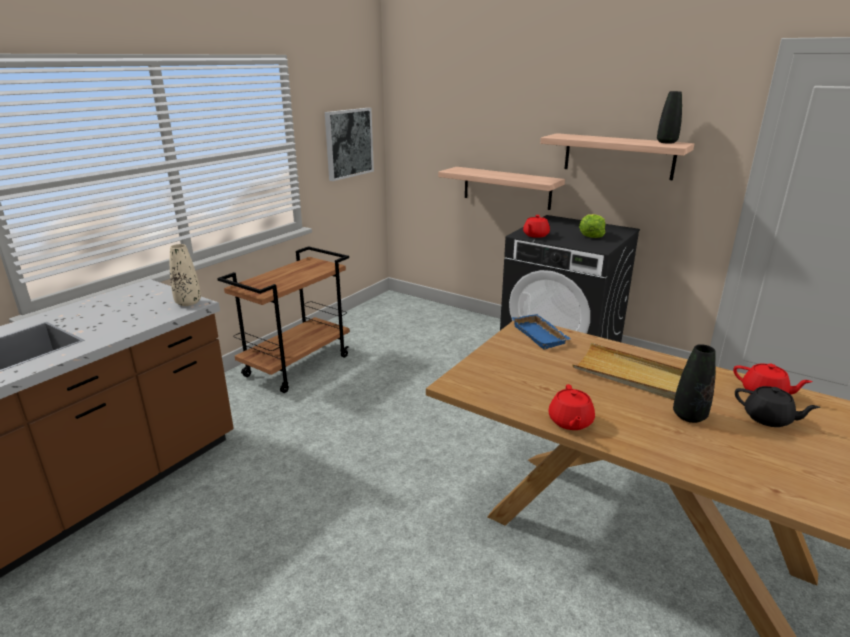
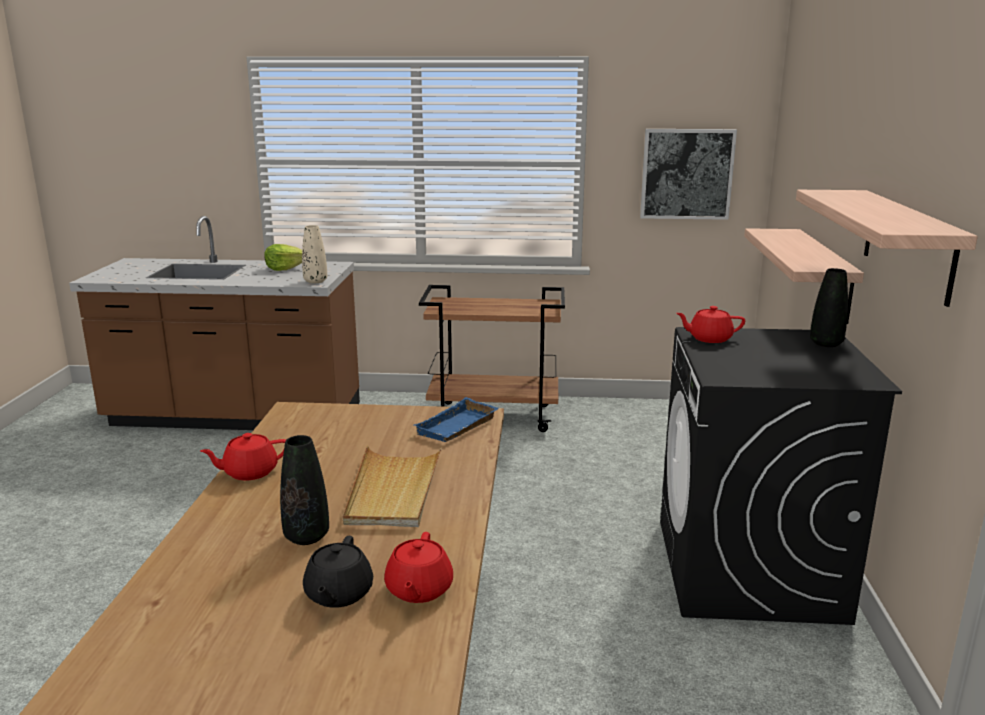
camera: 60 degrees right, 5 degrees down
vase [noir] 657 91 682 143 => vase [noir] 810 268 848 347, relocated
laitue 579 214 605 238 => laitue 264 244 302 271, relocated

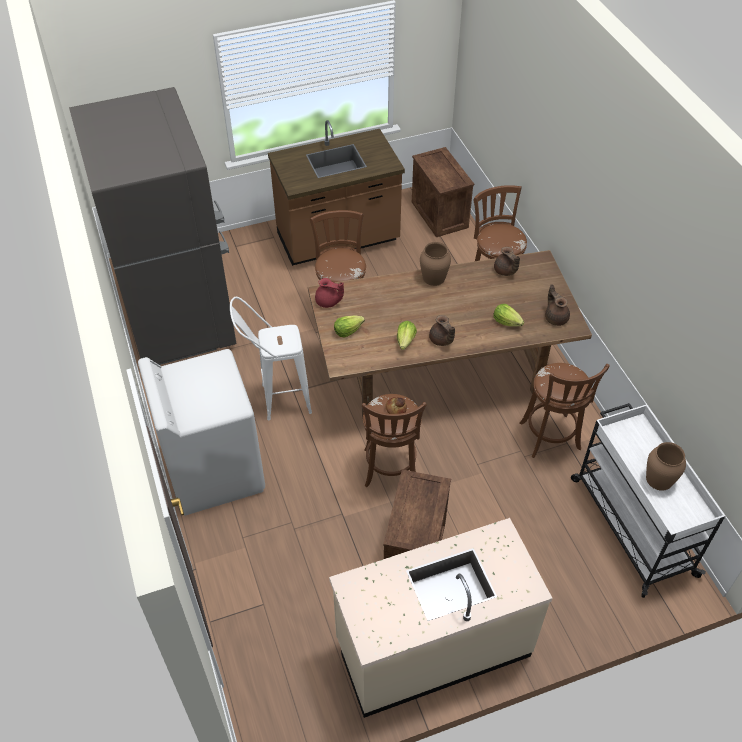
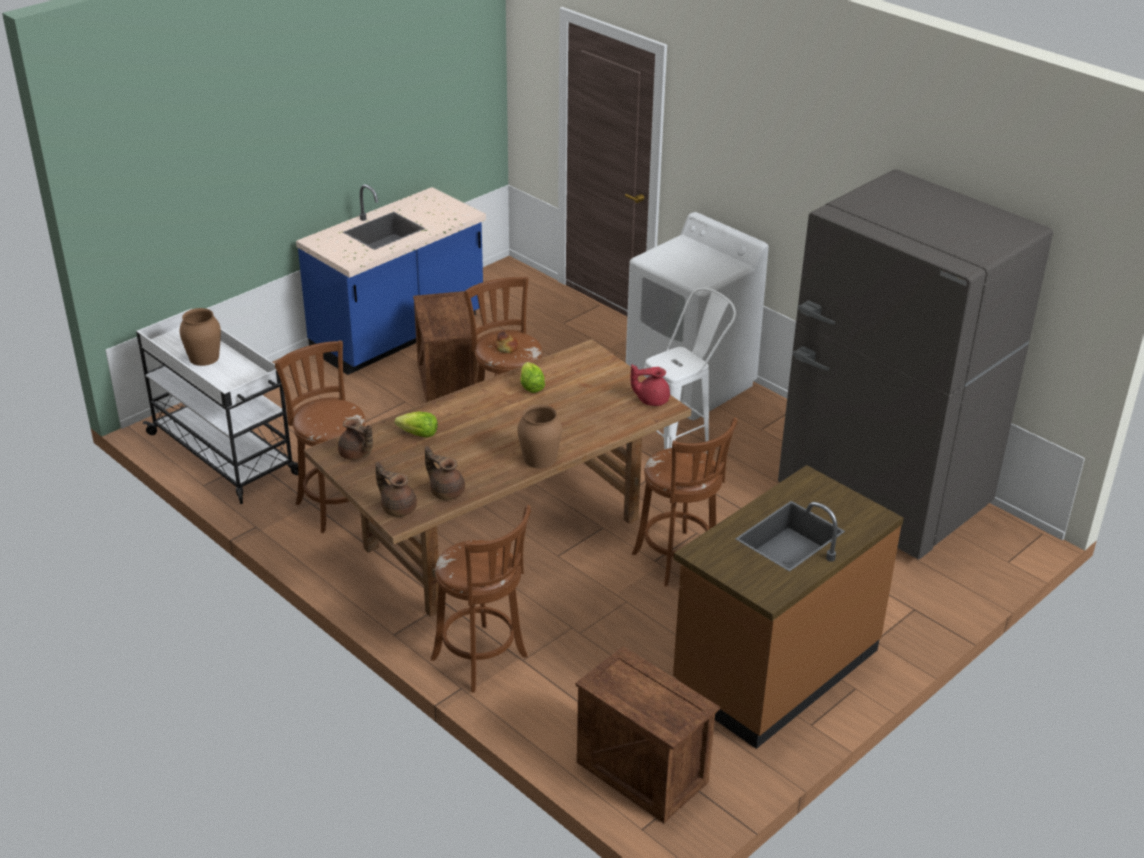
camera: 155 degrees right, 15 degrees down
laitue 334 315 365 338 => nothing
théière [marron] 429 315 455 346 => théière [marron] 375 461 417 517, relocated
comptoir de cuisine [beige] 329 518 552 718 => comptoir de cuisine [bleu] 296 184 486 375

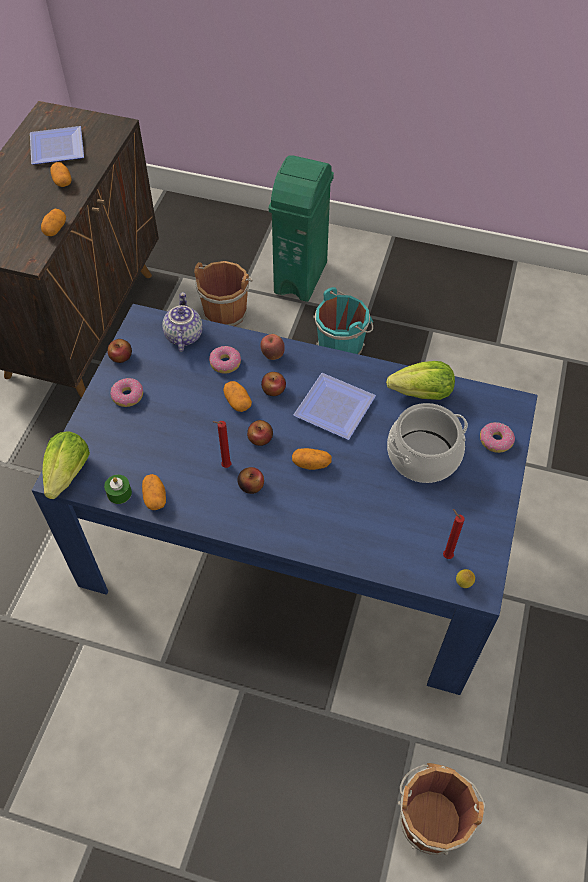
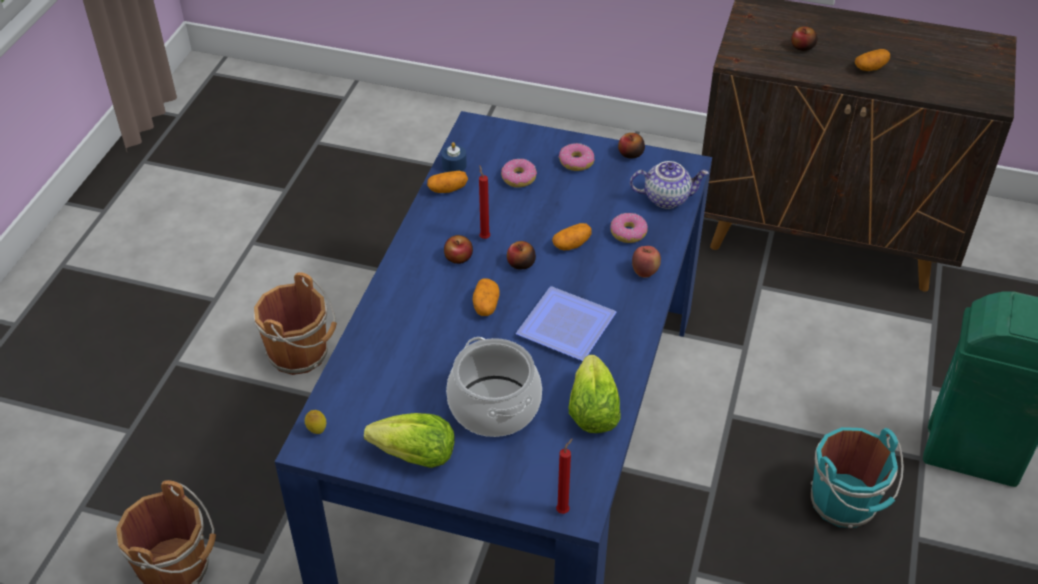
camera: 90 degrees right, 10 degrees down
assiette 30 126 84 165 => nothing
pomme de terre 41 209 66 236 => nothing
seau [marron] 194 261 253 326 => seau [marron] 254 272 337 375, relocated
pomme 261 372 286 396 => pomme 791 26 817 51, relocated
beignet 480 422 515 453 => beignet 501 159 537 188, relocated
laitue 42 432 90 499 => laitue 364 413 455 468, relocated
bougie [vert] 104 475 132 504 => bougie [bleu] 441 142 467 172
bougie [rouge] 443 509 465 559 => bougie [rouge] 556 438 573 514, relocated

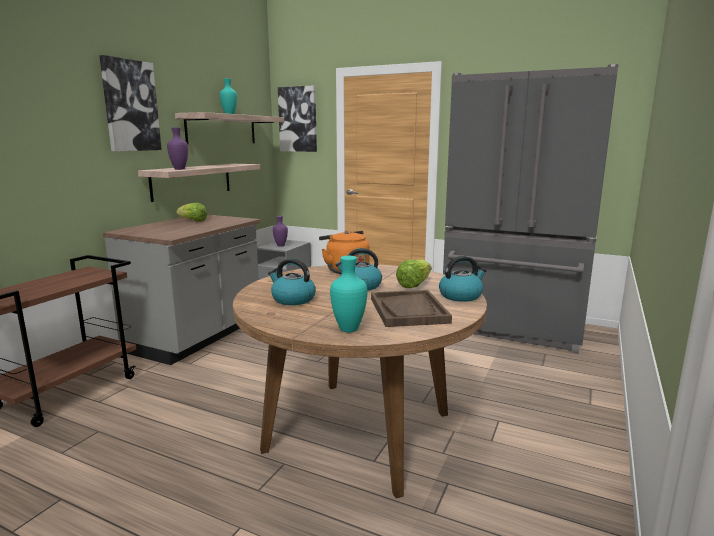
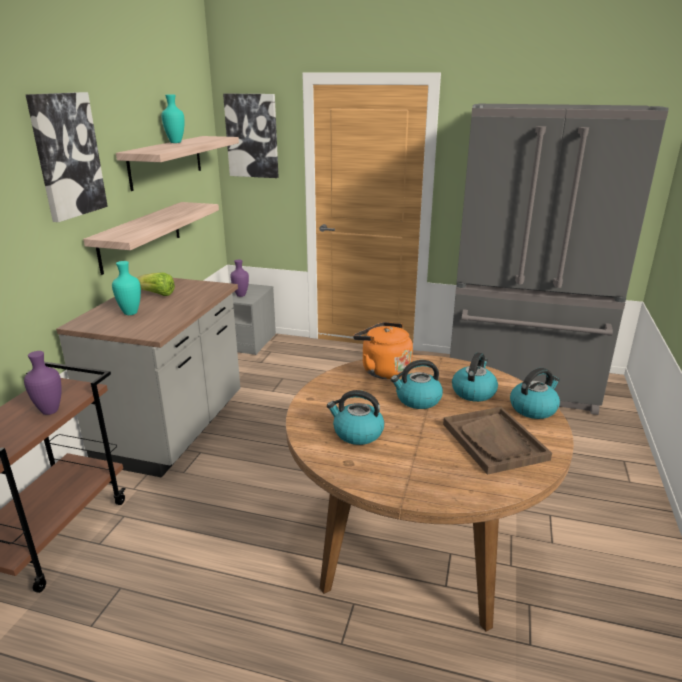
camera: 10 degrees left, 10 degrees up
vase [violet] 167 127 188 170 => vase [violet] 24 351 62 415, relocated
vase [turquoise] 330 256 368 332 => vase [turquoise] 112 261 141 315, relocated
laitue 396 259 431 288 => bouilloire 452 352 498 402

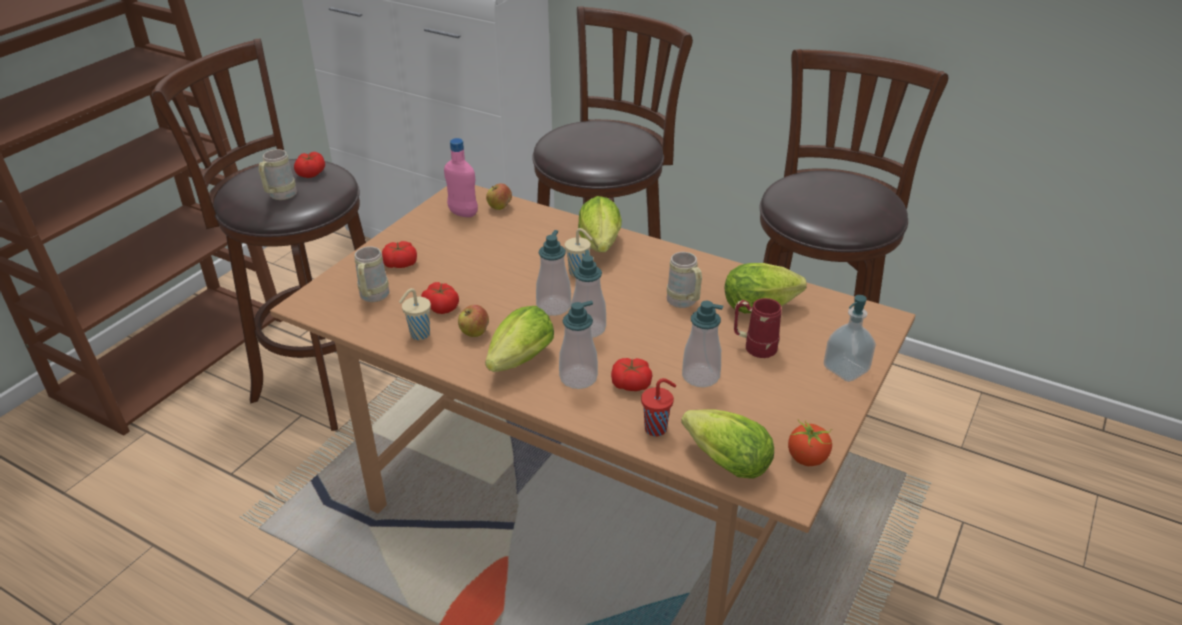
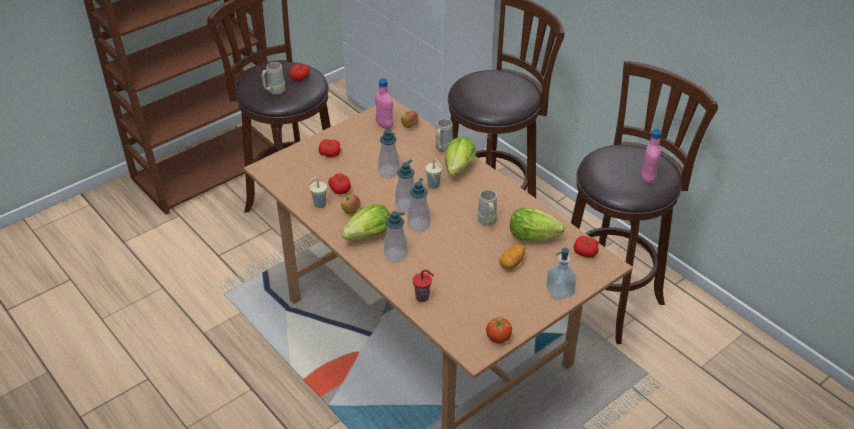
camera: 20 degrees right, 5 degrees up
mug [beige] 354 246 389 302 => mug [beige] 435 119 453 152, relocated
mug [rouge] 734 298 782 358 => pomme de terre 499 244 525 269
distributeur de savon 682 301 723 387 => distributeur de savon 378 129 400 177, relocated
tomate 611 358 652 391 => tomate 574 236 599 258, relocated
laitue 681 409 774 479 => nothing
nothing => bouteille [rose] 641 129 662 184

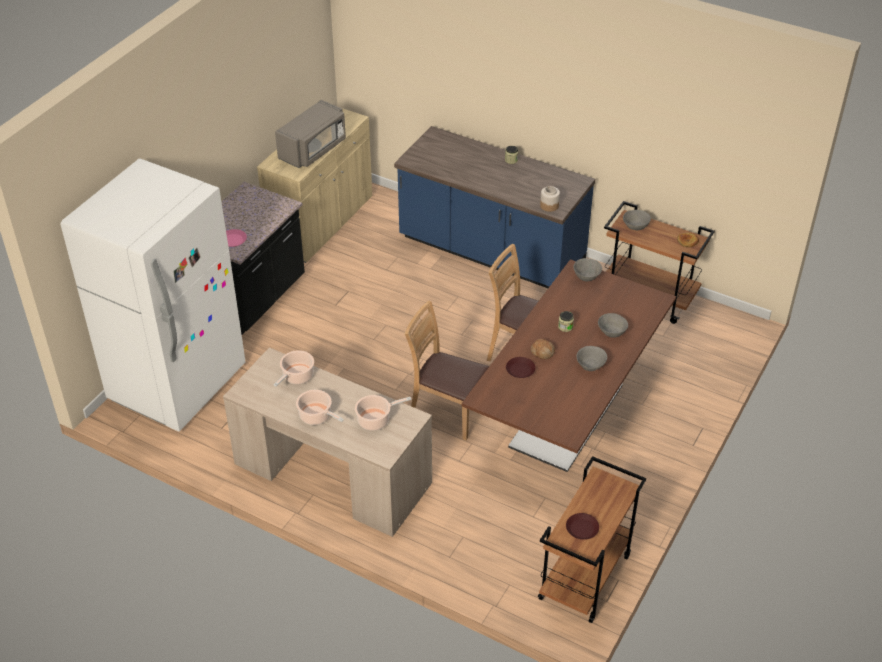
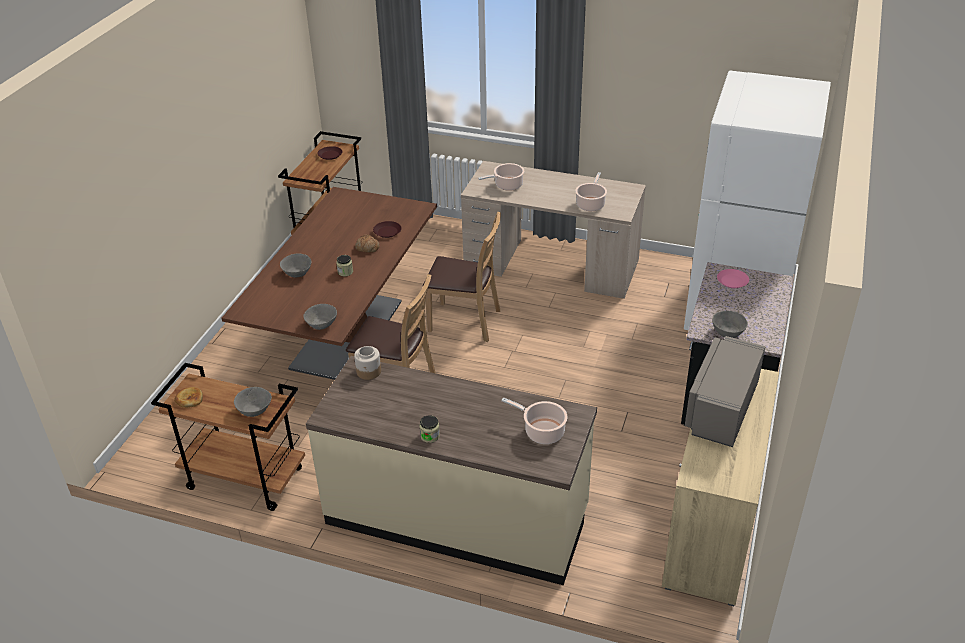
camera: 170 degrees right, 5 degrees down
comptoir de cuisine [bleu] 394 126 595 288 => comptoir de cuisine [beige] 306 356 597 585
bol [gris] 577 346 607 371 => bol [gris] 712 311 748 338, relocated
marmite 296 390 344 425 => marmite 501 398 567 444, relocated

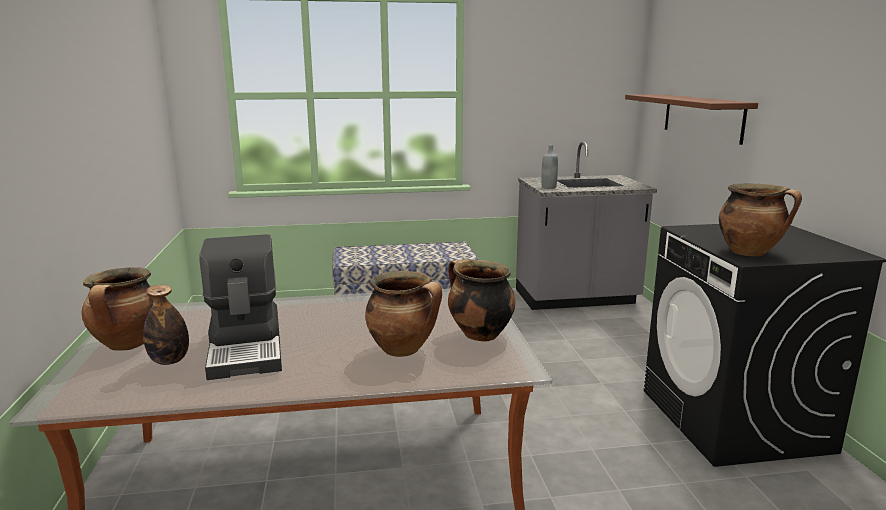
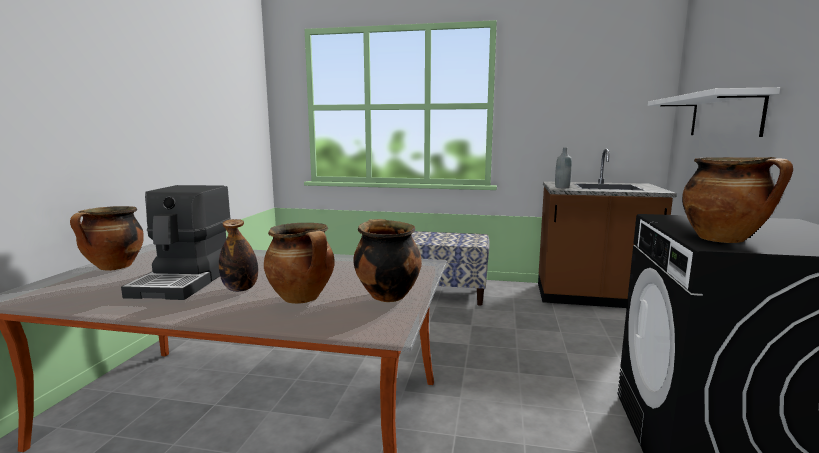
camera: 20 degrees right, 5 degrees down
étagère [marron] 625 94 758 145 => étagère [blanc] 648 87 780 137
comptoir de cuisine [gris] 516 142 657 310 => comptoir de cuisine [marron] 538 149 677 308
bouteille 143 285 189 365 => bouteille 219 219 258 292, relocated

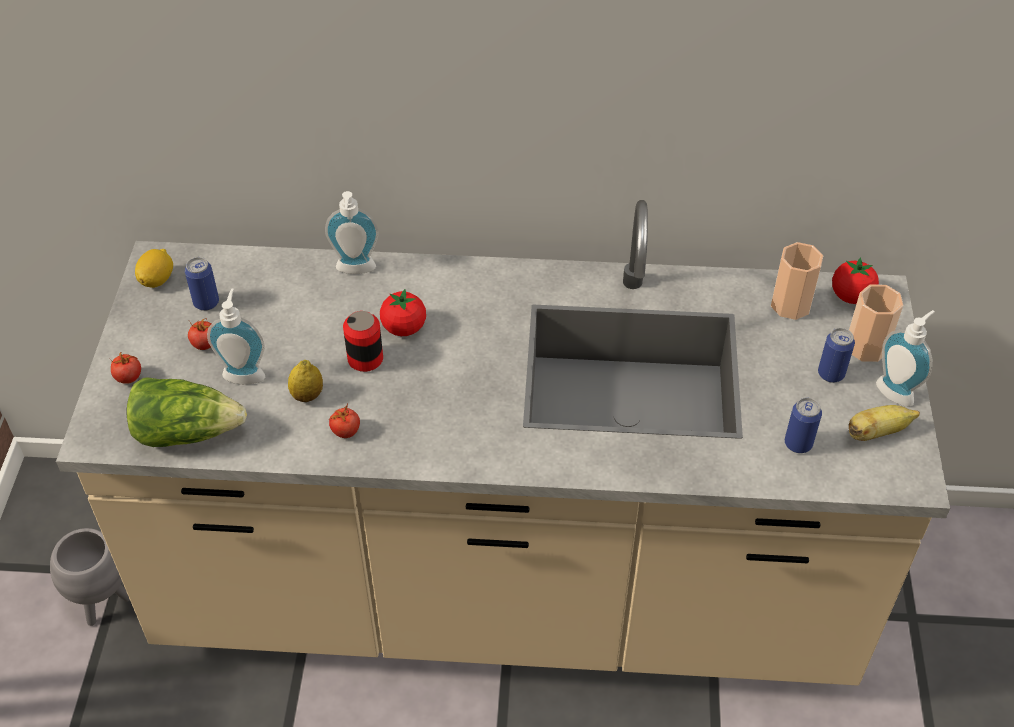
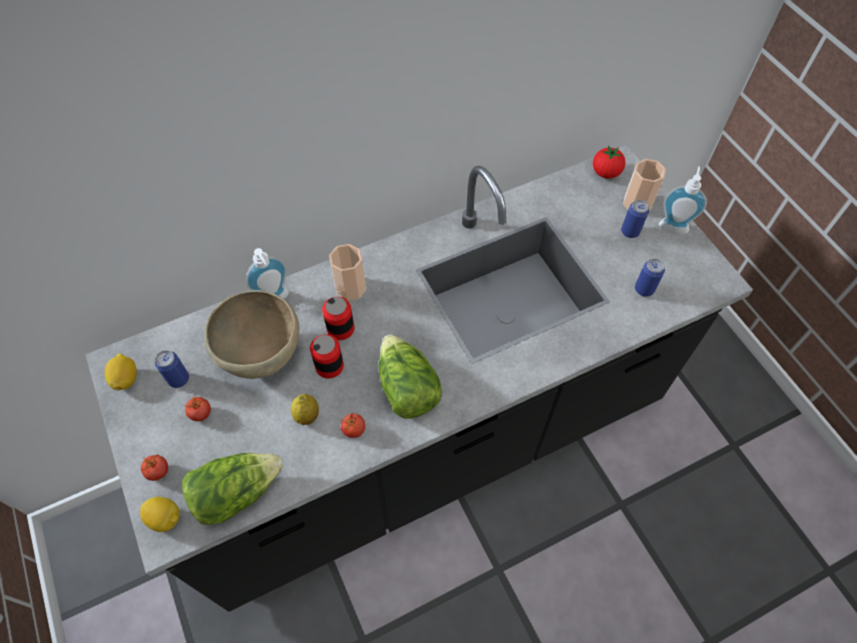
camera: 30 degrees left, 10 degrees up
comptoir de cuisine [beige] 56 200 950 685 => comptoir de cuisine [noir] 85 145 753 612
tasse 771 242 823 320 => tasse 329 244 366 301, relocated
distributeur de savon 207 288 265 385 => nothing
tomate 380 289 426 336 => boîte métallique 322 297 354 340
banane 849 405 920 441 => nothing
cache-pot [gris] 50 528 130 626 => nothing
nothing => bol [marron] 204 290 299 379
nothing => laitue 379 334 442 419
nothing => citron 140 497 180 532

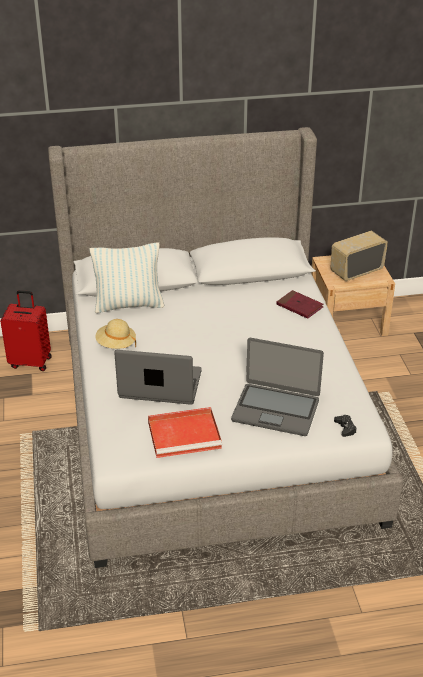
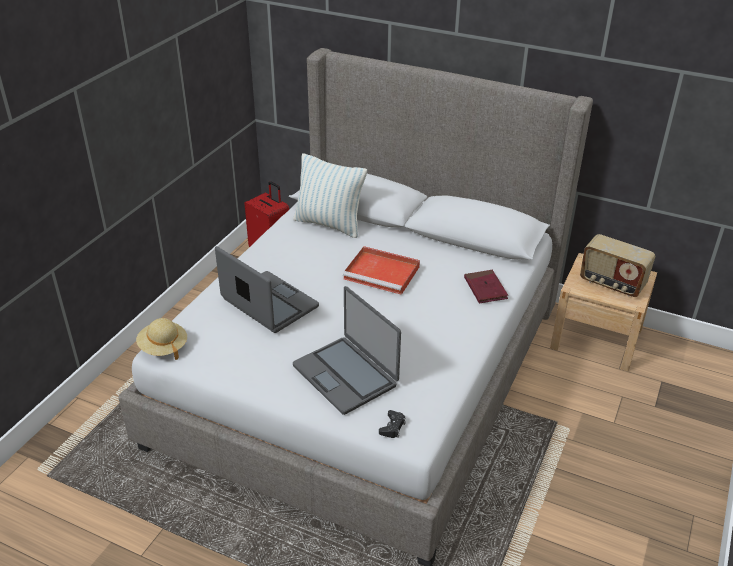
camera: 35 degrees right, 0 degrees up
radio 330 231 388 281 => radio 580 234 655 297, 150 degrees counterclockwise
chapeau [beige] 95 319 136 349 => chapeau [beige] 136 318 187 360, relocated
plateau [rouge] 148 407 222 458 => plateau [rouge] 343 246 420 295, relocated

